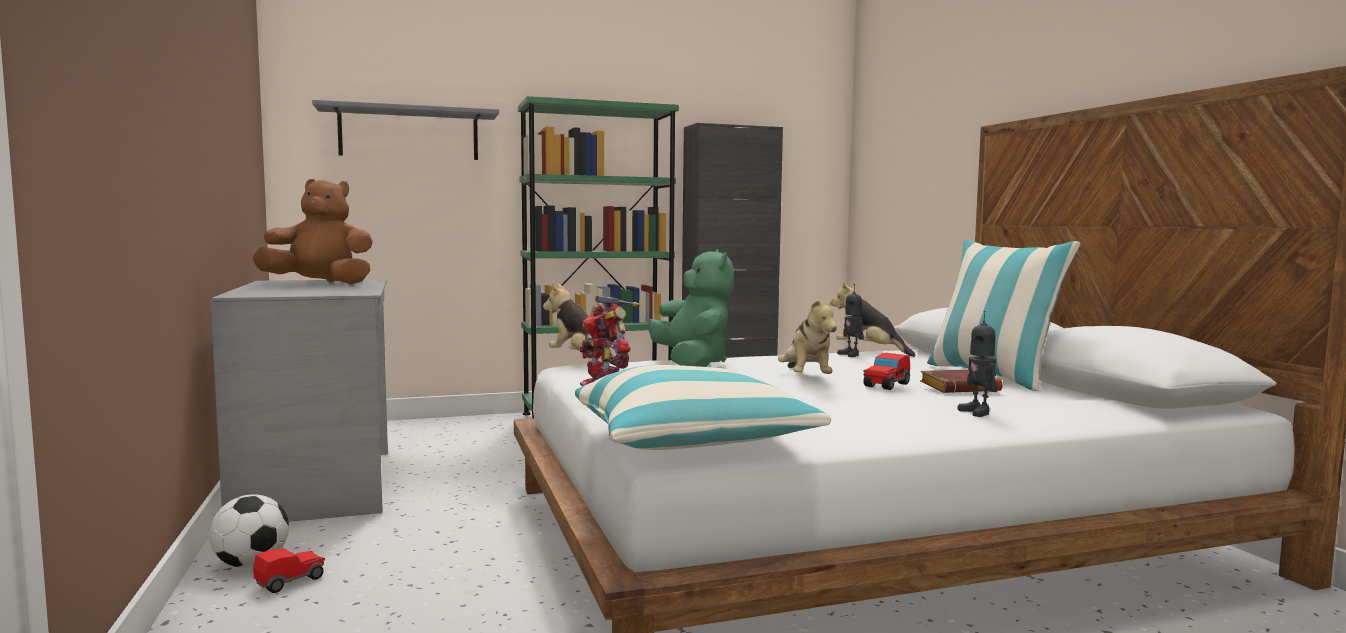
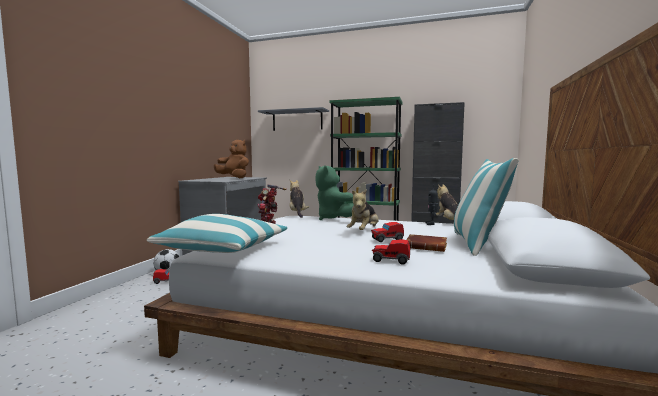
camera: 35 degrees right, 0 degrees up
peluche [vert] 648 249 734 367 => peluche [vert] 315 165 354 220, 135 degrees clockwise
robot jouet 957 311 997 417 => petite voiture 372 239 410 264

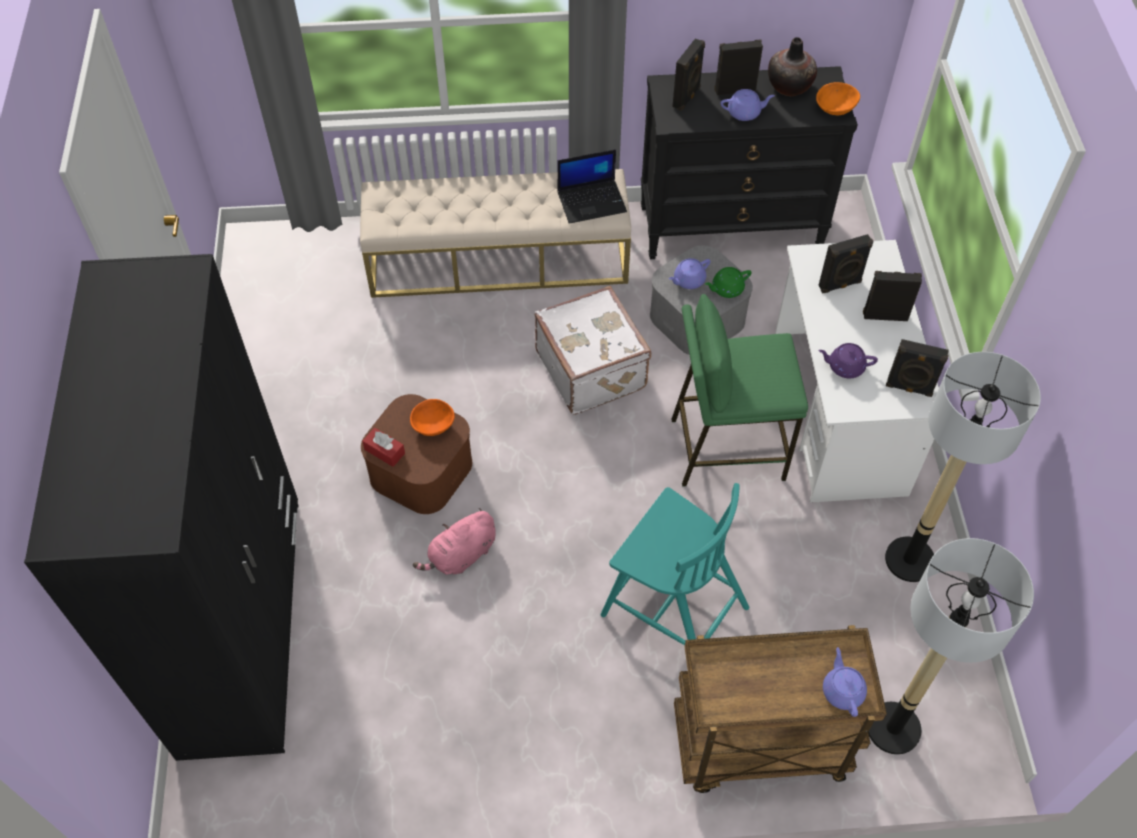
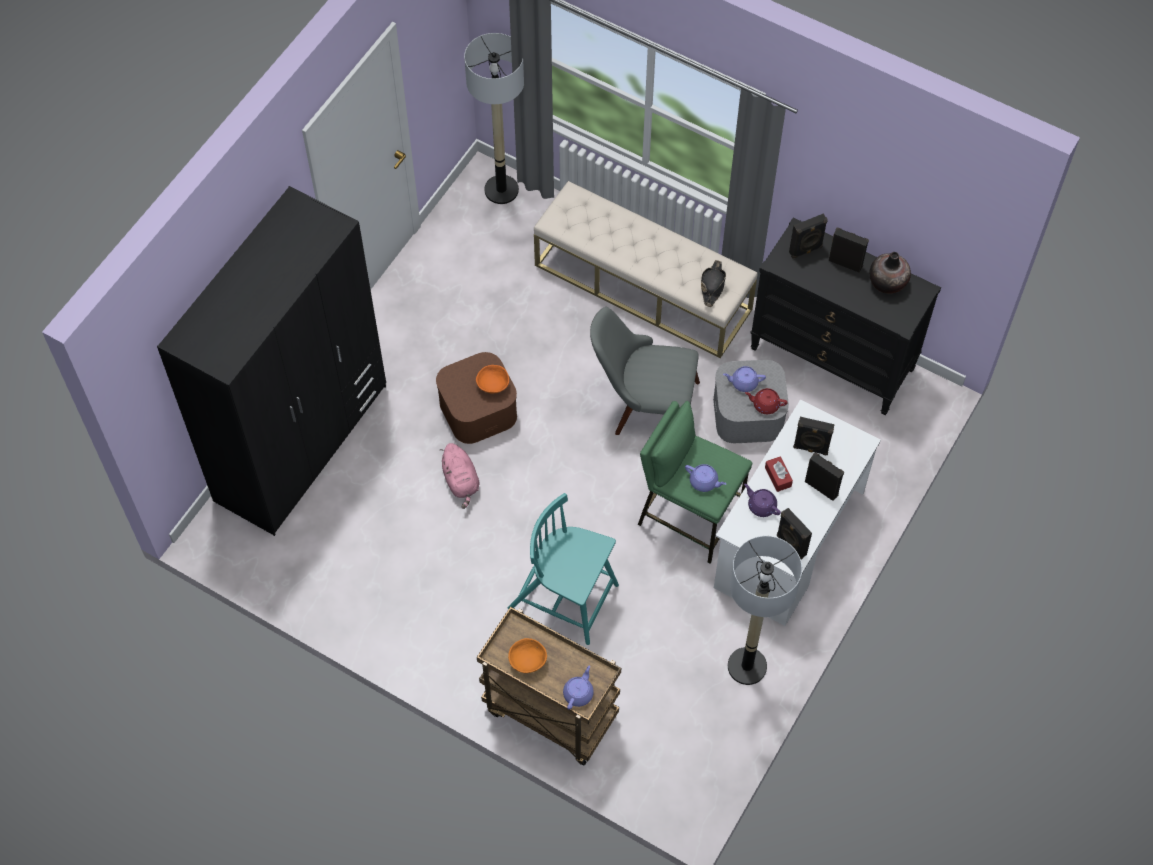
camera: 35 degrees right, 5 degrees up
bol [orange] 816 82 860 115 => bol [orange] 508 638 547 673, relocated
théière [violet] 720 89 775 121 => théière [violet] 685 464 726 492, relocated
ordinateur portable 557 149 627 224 => chapeau [noir] 701 260 726 307
théière [vert] 705 267 751 298 => théière [rouge] 745 388 788 414
valise [blanc] 535 286 651 415 => chaise [gris] 590 307 700 435
boîte à mouchoirs [rouge] 362 428 405 467 => boîte à mouchoirs [rouge] 765 456 793 492, relocated
chaise [turquoise] 601 483 749 645 => chaise [turquoise] 508 493 619 645, 135 degrees clockwise
peluche [rose] 413 508 496 575 => peluche [rose] 439 443 479 509, 105 degrees counterclockwise
lampadaire 868 538 1034 755 => lampadaire 464 33 524 204, relocated

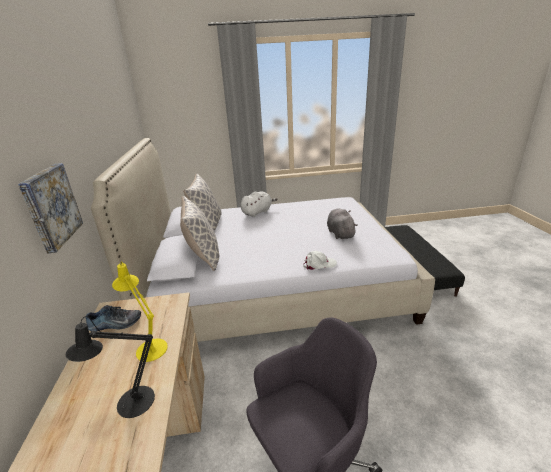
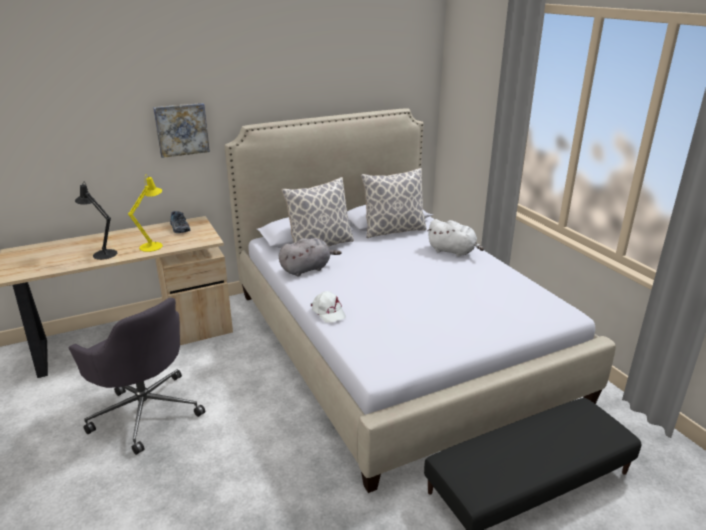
camera: 70 degrees right, 0 degrees up
peluche [gris] 327 209 358 239 => peluche [gris] 279 238 341 277, relocated

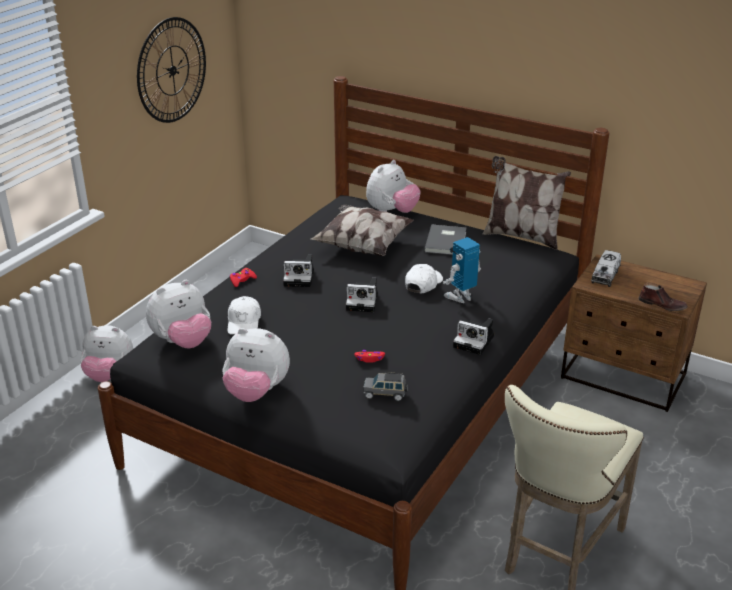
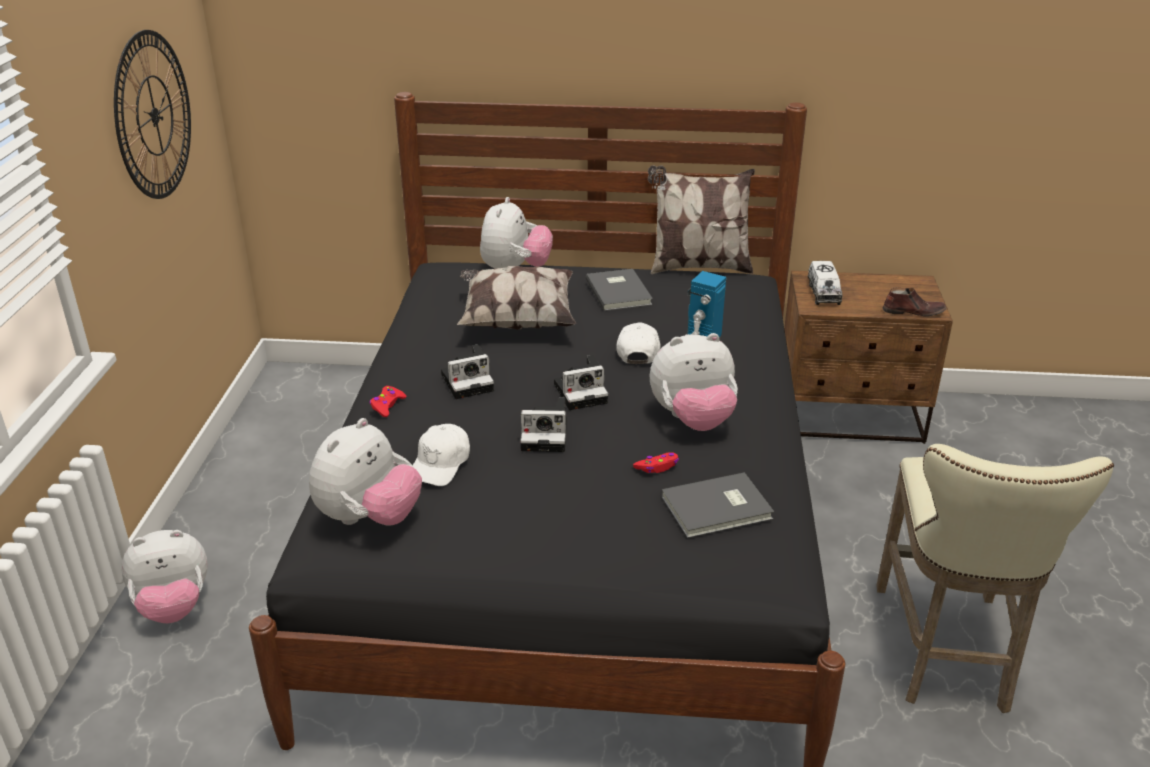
camera: 25 degrees left, 0 degrees up
casquette [blanc] 228 296 261 334 => casquette [blanc] 413 424 470 486, 45 degrees clockwise
appareil photo 453 319 494 355 => appareil photo 520 398 567 452, relocated
peluche 222 328 290 402 => peluche 650 333 738 431, relocated
petite voiture [gris] 363 372 408 401 => livre [gris] 661 472 774 538

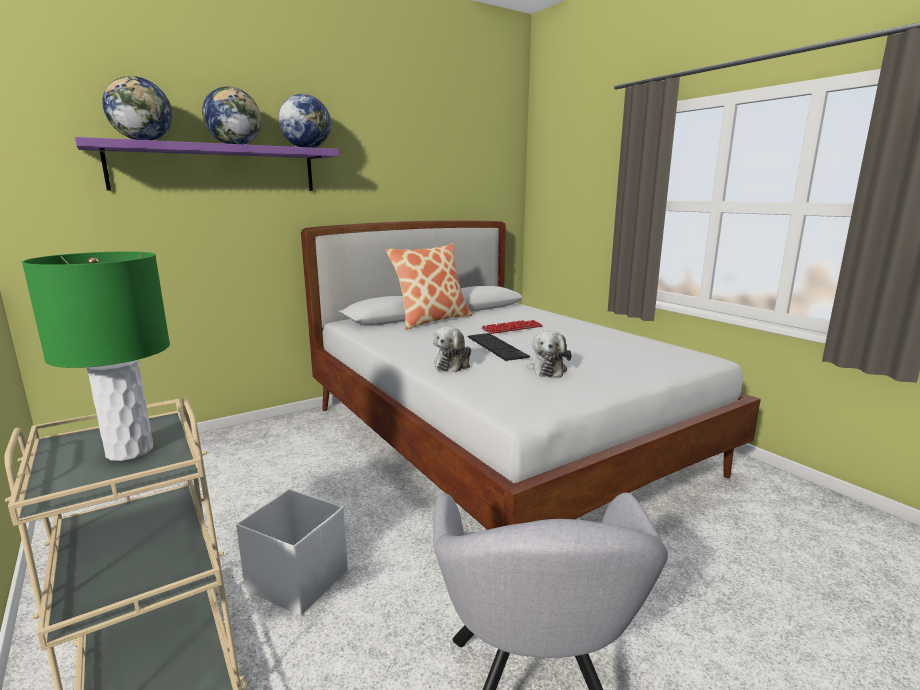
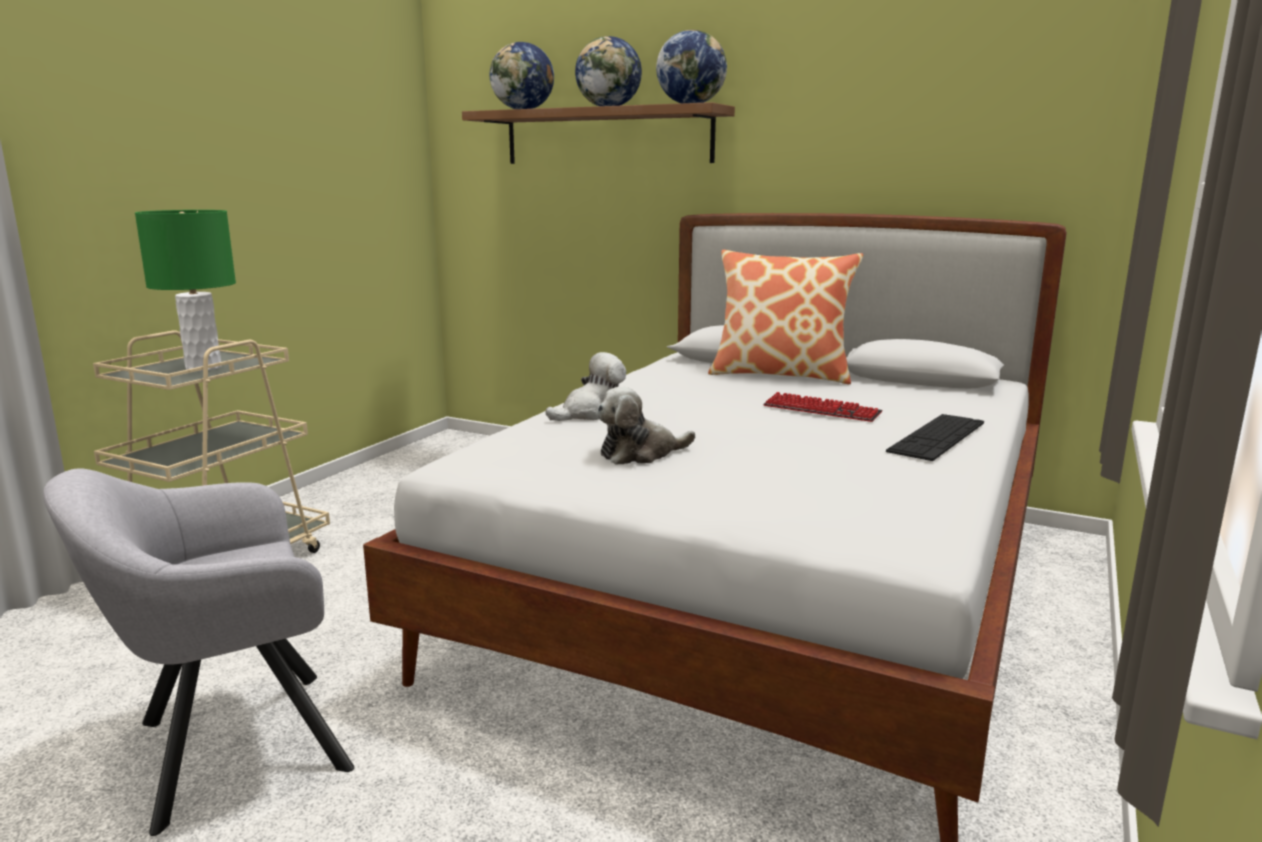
camera: 60 degrees right, 0 degrees up
étagère [violet] 75 137 339 191 => étagère [marron] 462 102 735 164
peluche 433 326 471 372 => peluche 546 352 626 421, 150 degrees clockwise
clavier 468 333 530 361 => clavier 886 414 984 461, relocated
boîte de rangement [blanc] 236 489 348 616 => nothing

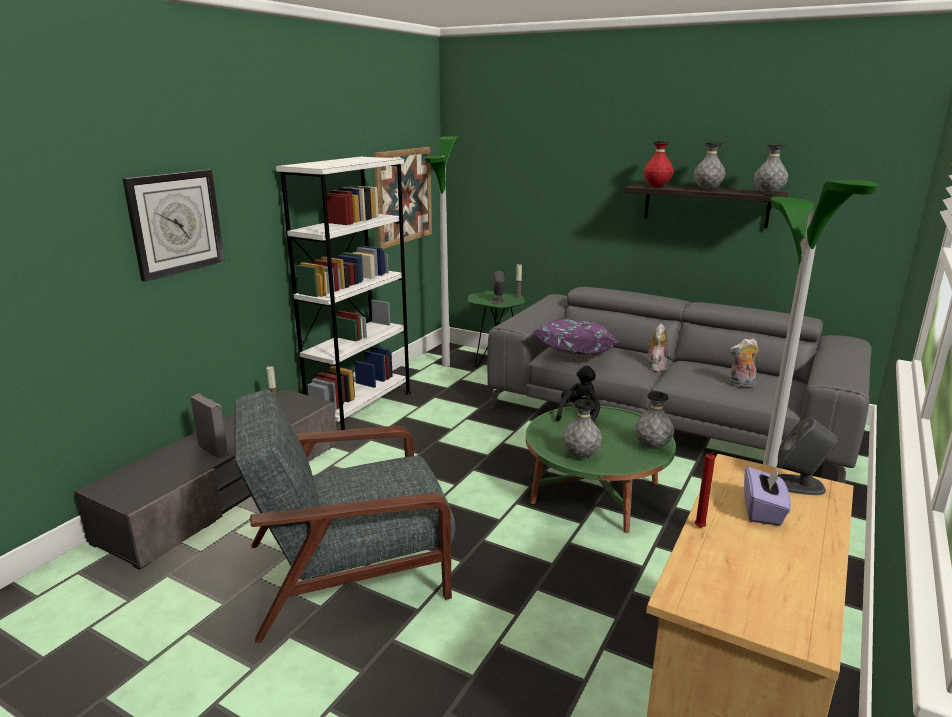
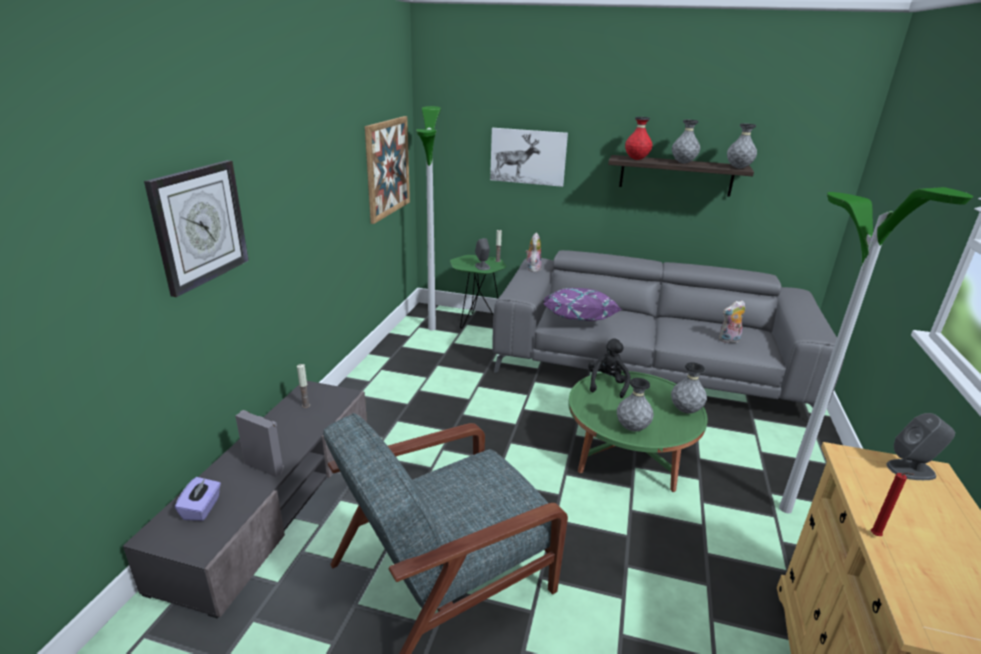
camera: 15 degrees left, 5 degrees up
bibliothèque [blanc] 276 157 411 430 => nothing
peluche 647 323 667 372 => peluche 526 233 542 272, relocated
boîte à mouchoirs [violet] 744 466 791 526 => boîte à mouchoirs [violet] 175 477 221 521, relocated
nothing => tableau 490 128 568 187

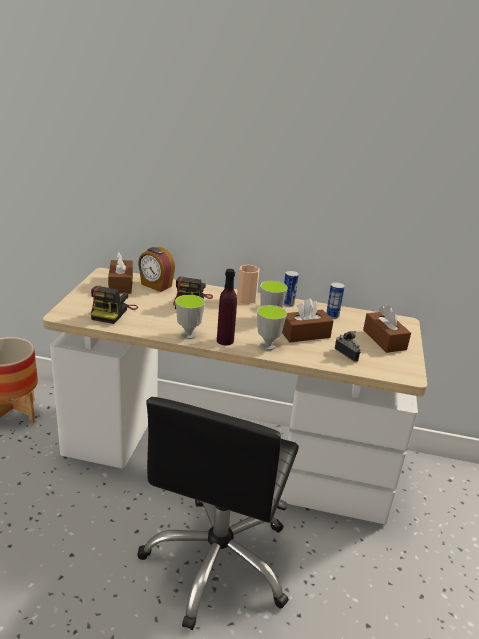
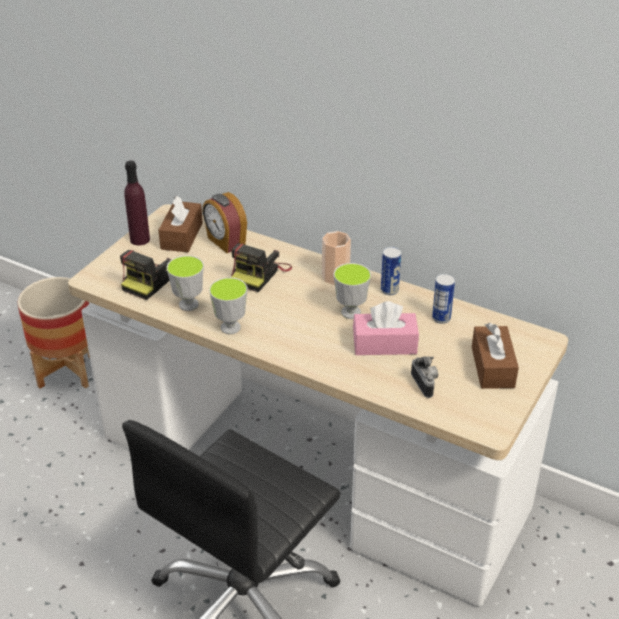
camera: 20 degrees right, 10 degrees up
bouteille [violet] 217 269 237 345 => bouteille [violet] 124 161 150 245, relocated
boîte à mouchoirs [marron] 282 299 333 343 => boîte à mouchoirs [rose] 353 301 419 355
tasse 257 305 287 350 => tasse 167 255 204 311, relocated

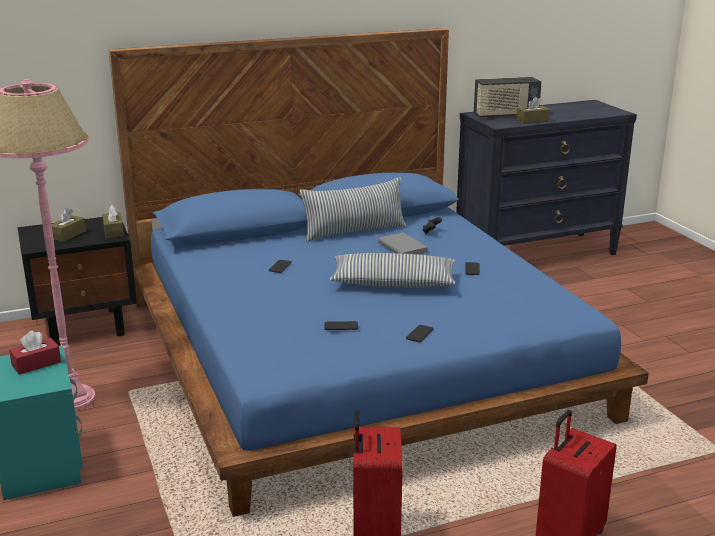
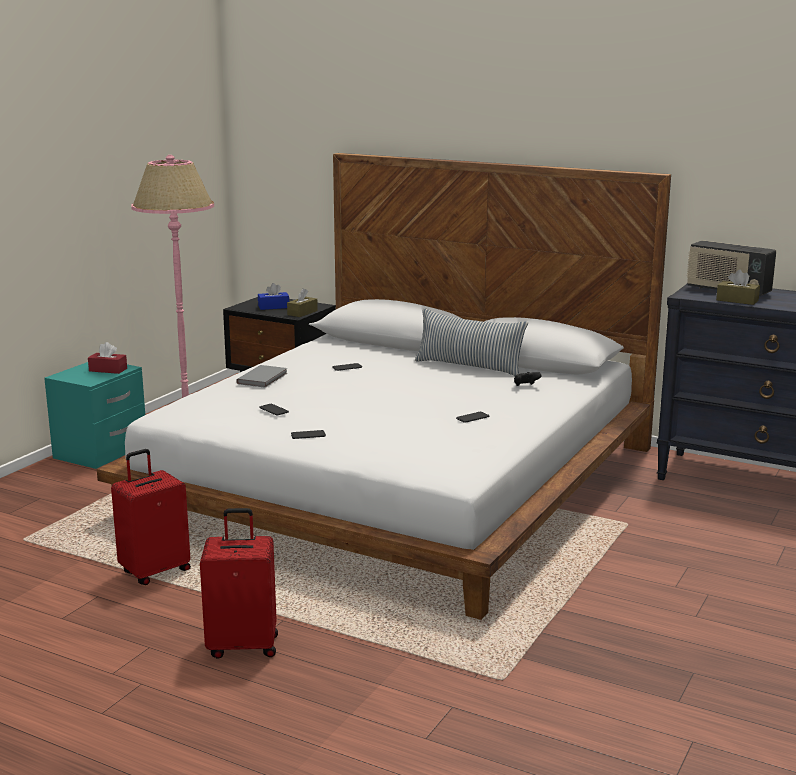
camera: 50 degrees right, 5 degrees down
lit [bleu] 109 28 649 517 => lit [blanc] 97 153 671 620
boîte à mouchoirs [marron] 51 208 86 242 => boîte à mouchoirs [bleu] 258 283 289 310
livre [gris] 378 233 428 254 => livre [gris] 236 365 288 388, relocated
coussin 329 253 456 288 => nothing

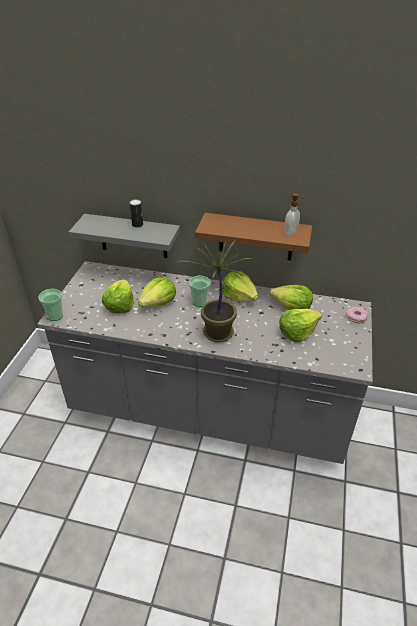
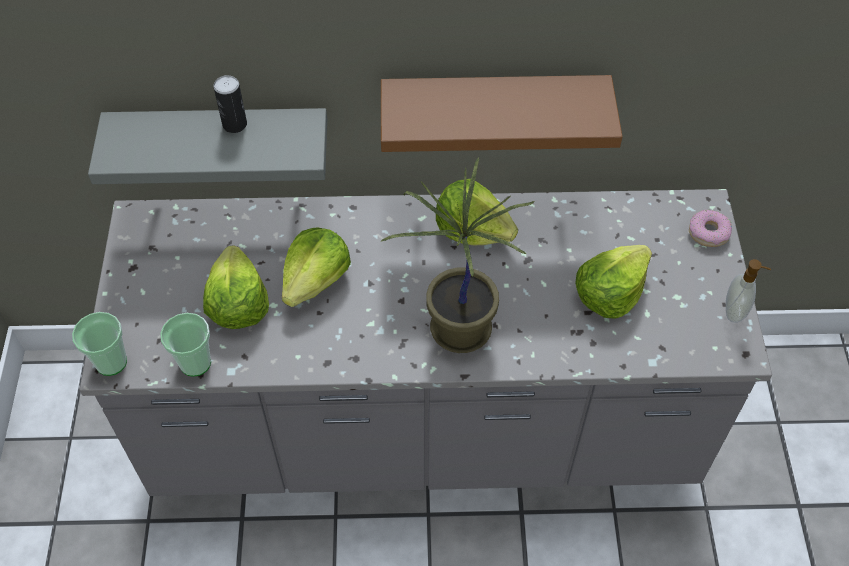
camera: 15 degrees left, 15 degrees up
distributeur de savon 284 193 303 235 => distributeur de savon 726 259 771 323, relocated
tasse 189 276 210 307 => tasse 160 313 211 377, relocated
laitue 270 285 313 310 => nothing

